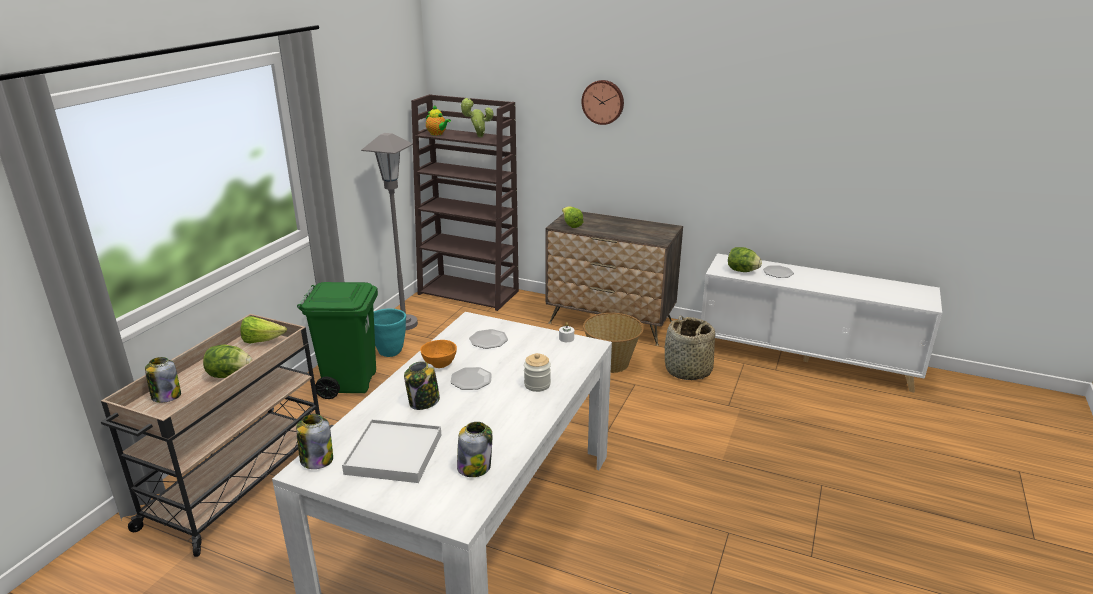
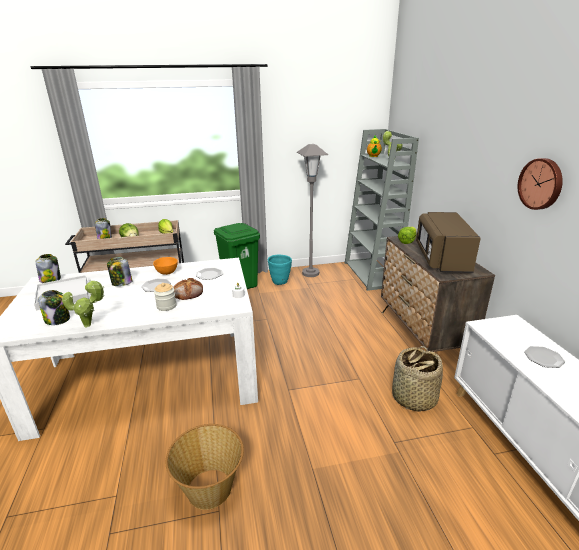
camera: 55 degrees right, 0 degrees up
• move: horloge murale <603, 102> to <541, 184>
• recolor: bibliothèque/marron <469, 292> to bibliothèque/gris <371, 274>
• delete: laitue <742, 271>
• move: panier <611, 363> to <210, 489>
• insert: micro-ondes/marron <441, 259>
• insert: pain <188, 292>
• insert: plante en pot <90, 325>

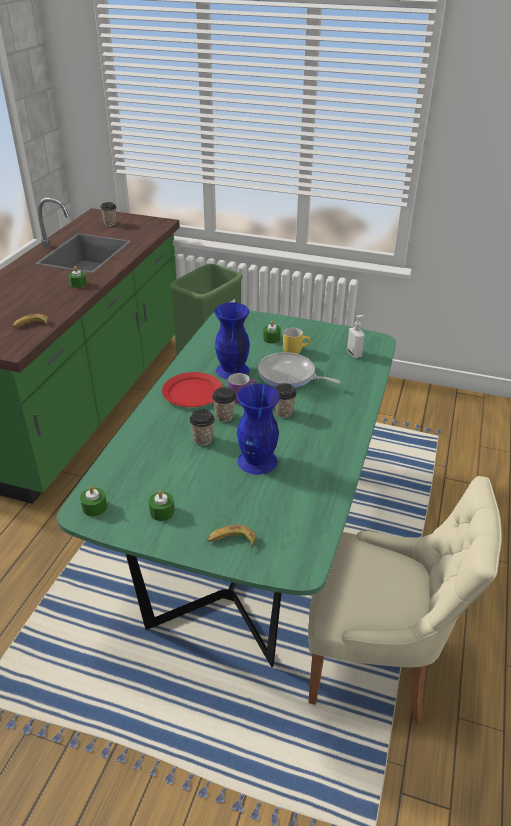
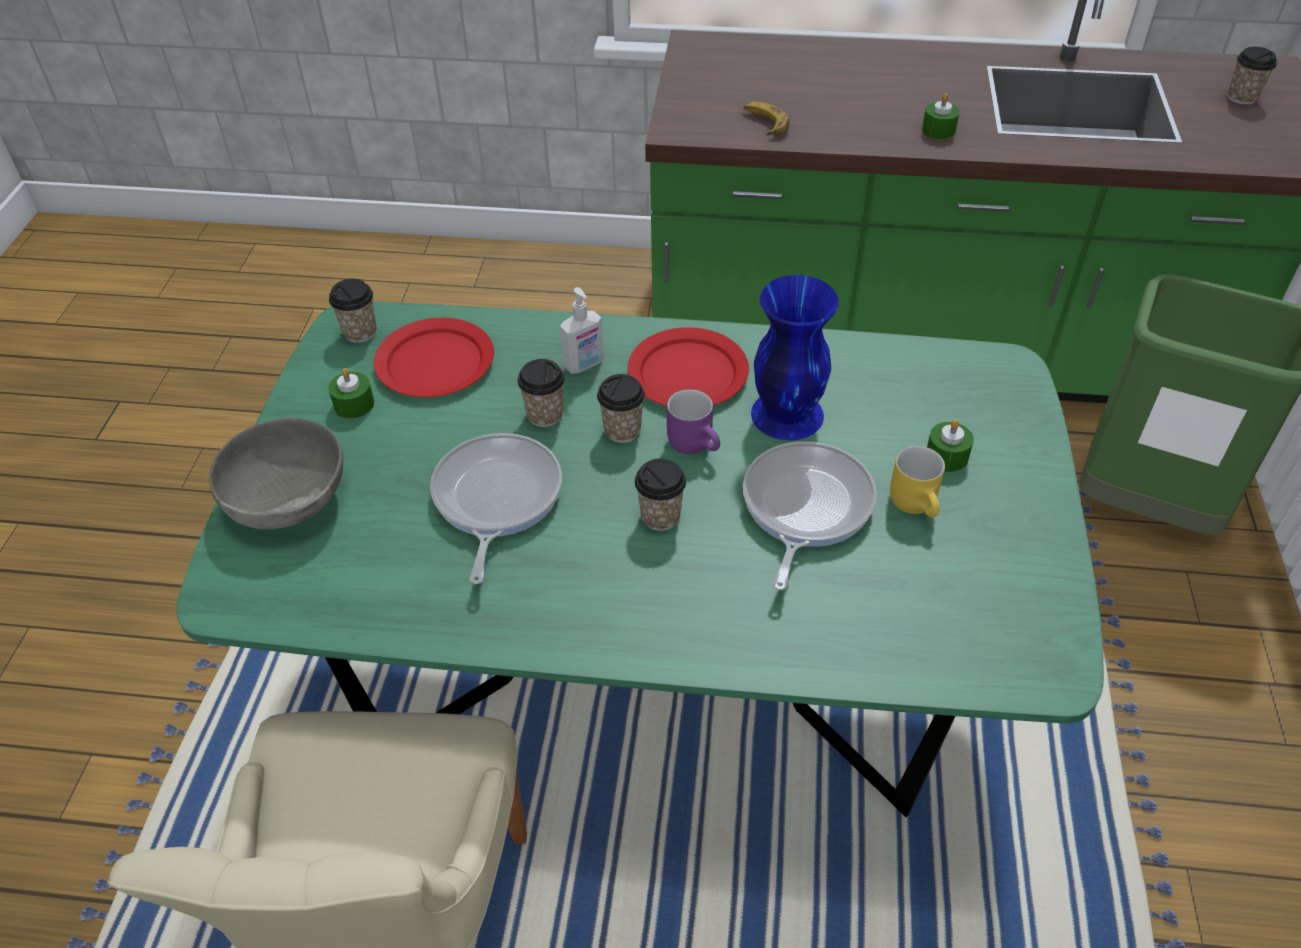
camera: 80 degrees right, 10 degrees up
• move: distributeur de savon <354, 354> to <584, 365>
• replace: vase/bleu <257, 461> to poêle <495, 499>
• replace: bougie/vert <94, 507> to tasse <360, 332>
• replace: banane <231, 541> to bol/gris <289, 498>
• insert: assiette/rouge <435, 363>

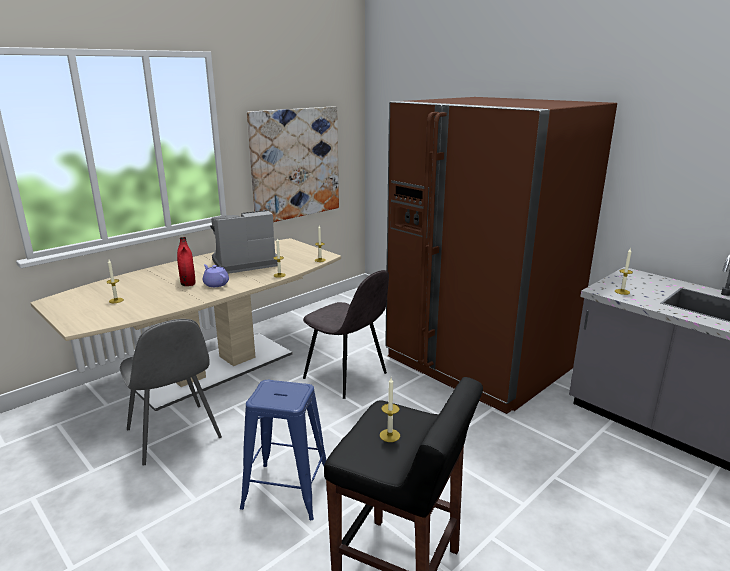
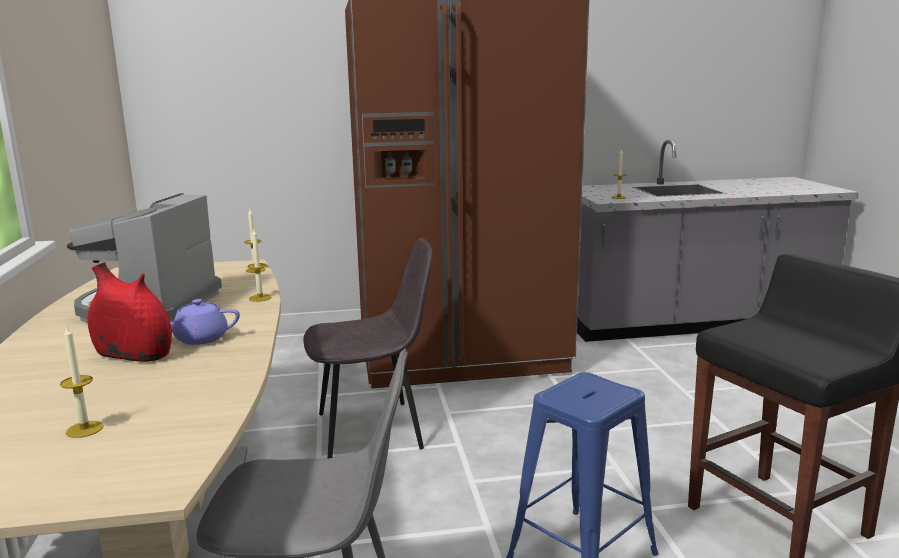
camera: 55 degrees left, 5 degrees down
• delete: tableau <295, 164>
• delete: bougie <389, 435>

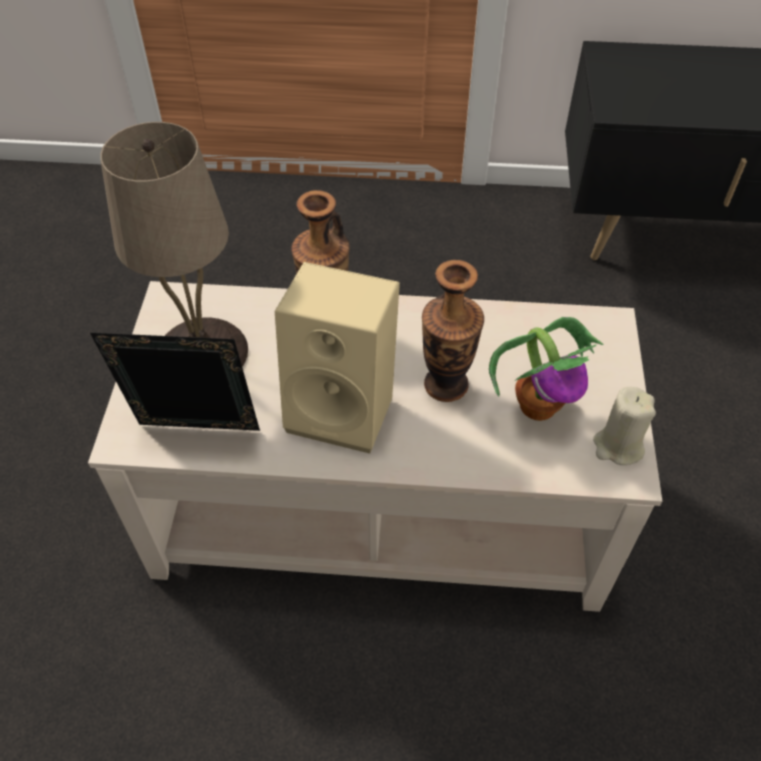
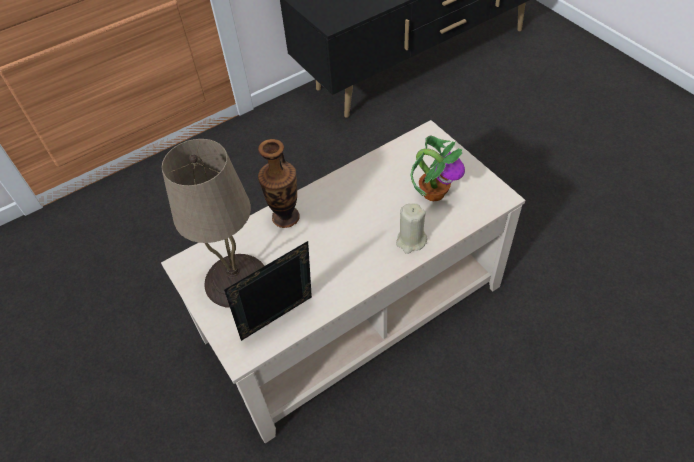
camera: 35 degrees left, 0 degrees up
• delete: vase <446, 385>
• delete: enceinte/beige <345, 408>
• move: bougie/beige <617, 446> to <411, 241>

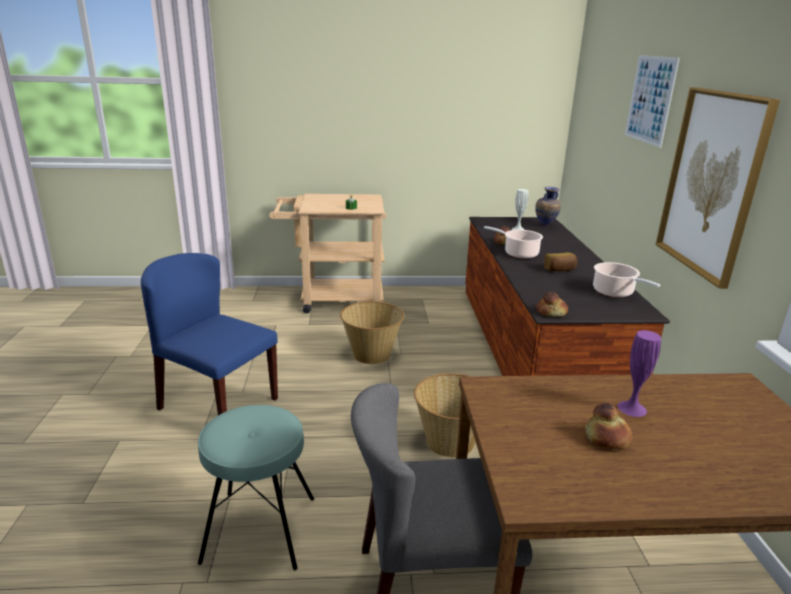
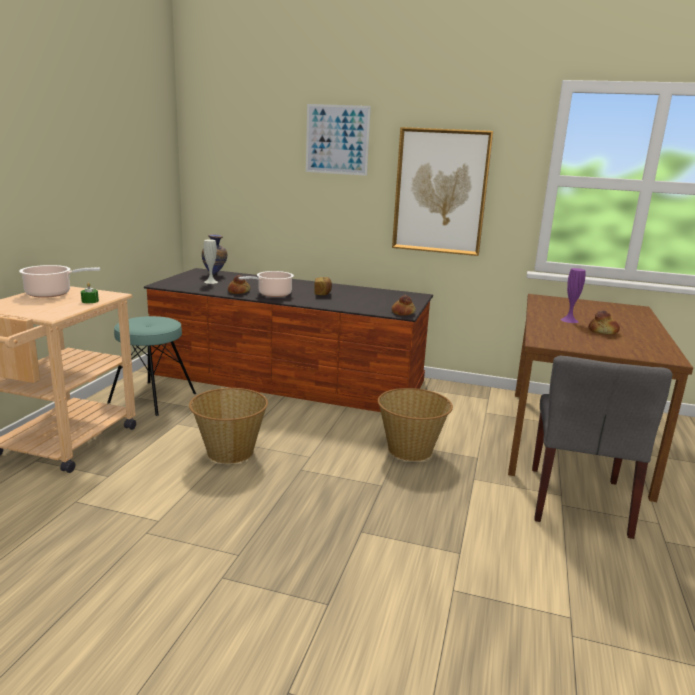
camera: 70 degrees left, 5 degrees down
• delete: chaise/bleu <217, 403>
• move: marmite <615, 292> to <51, 294>
• move: tabouret/turquoise <260, 529> to <152, 398>

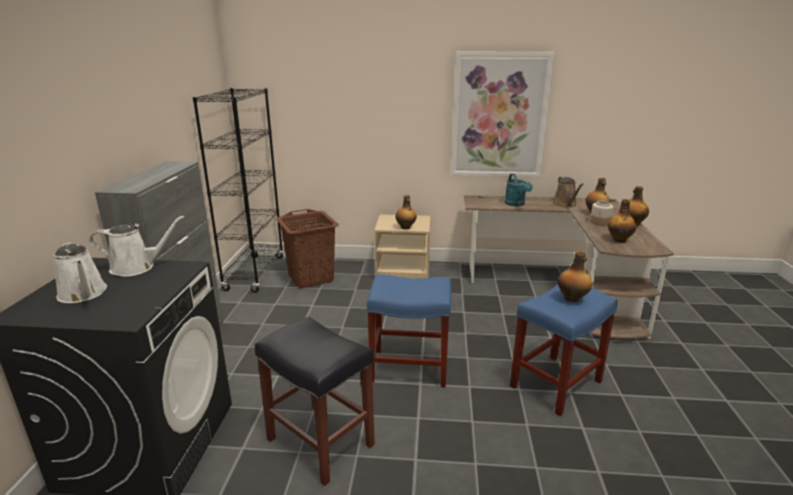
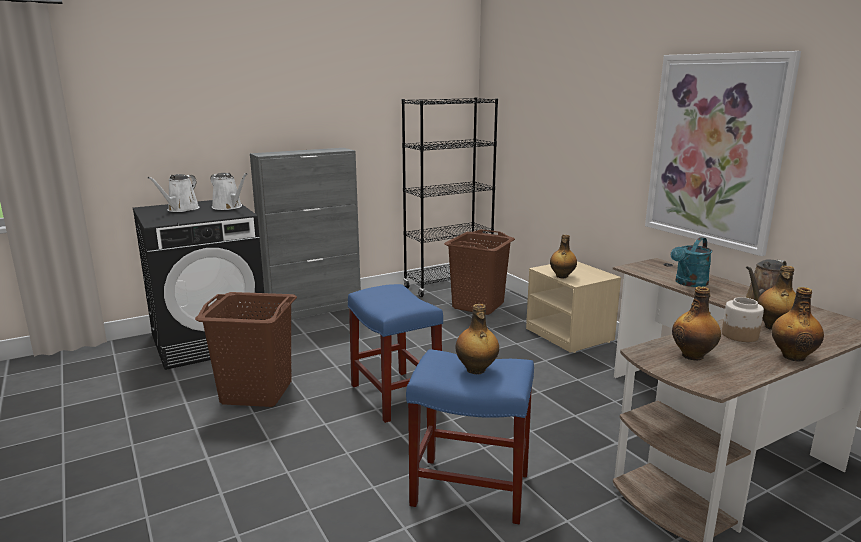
camera: 55 degrees right, 5 degrees down
• replace: tabouret/noir <319, 442> to panier à linge/marron <256, 392>

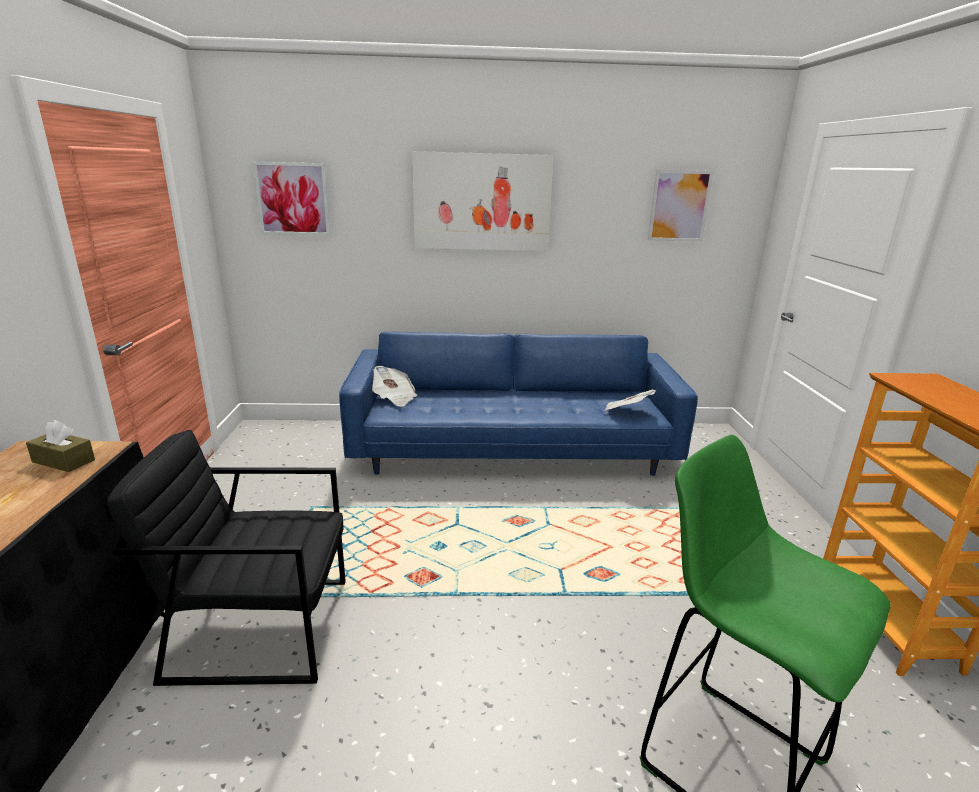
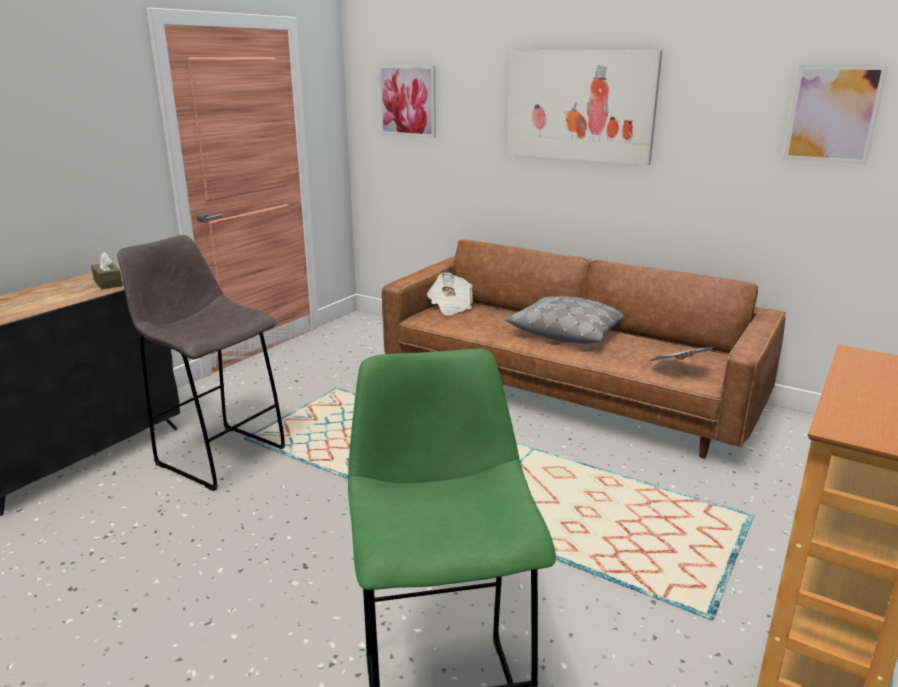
camera: 35 degrees right, 0 degrees up
• recolor: canapé/bleu <512, 449> to canapé/marron <566, 390>
• replace: fauteuil/noir <260, 627> to tabouret/gris <218, 455>
• insert: coussin/gris <569, 331>

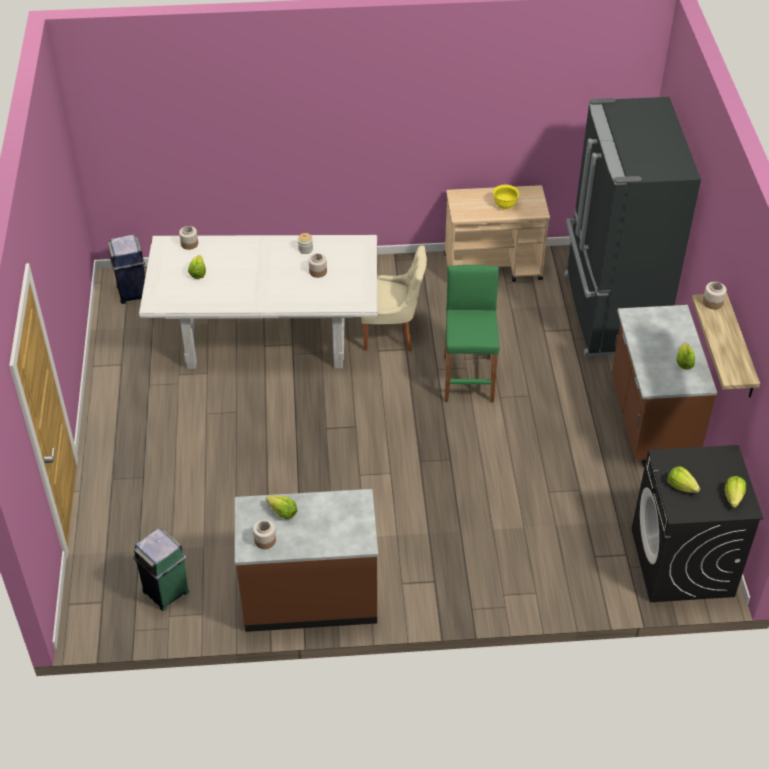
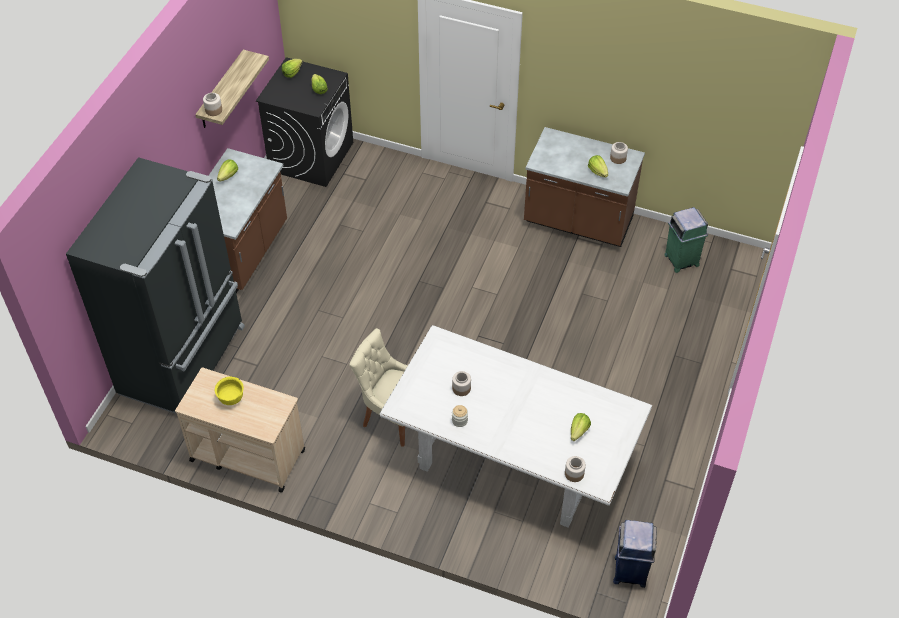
camera: 155 degrees left, 5 degrees up
• delete: tabouret/vert <468, 379>

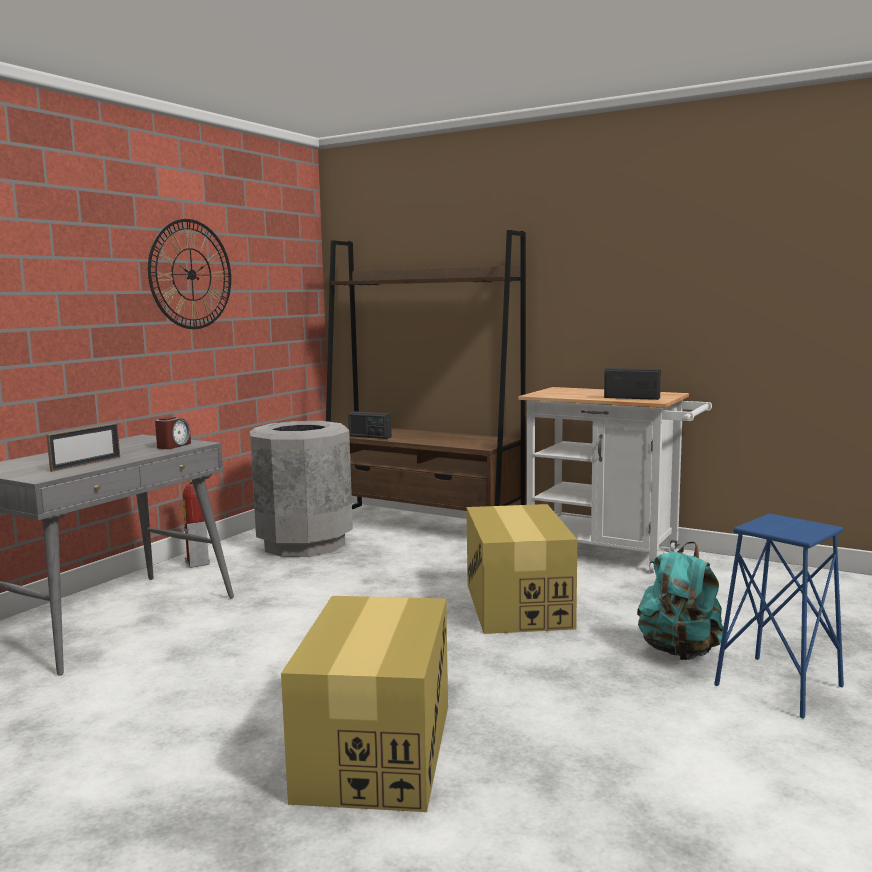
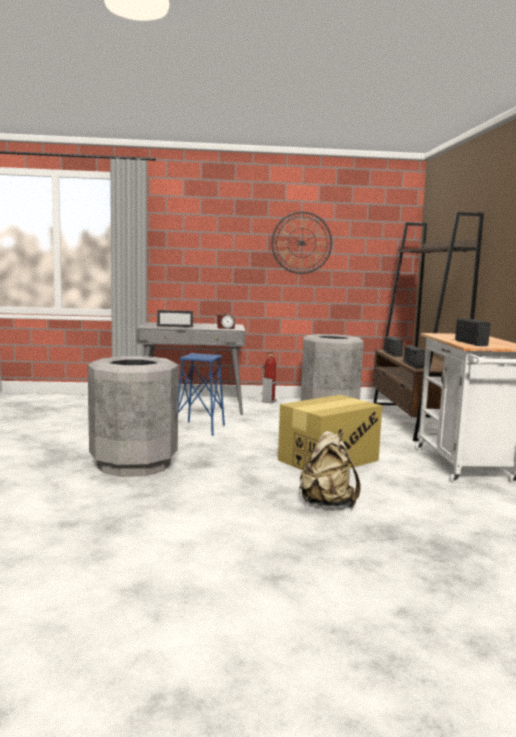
camera: 55 degrees right, 0 degrees up
• move: tabouret/bleu <778, 686> to <199, 428>
• recolor: sac à dos/turquoise <680, 652> to sac à dos/beige <327, 504>
• replace: carton <376, 750> to poubelle/gris <134, 464>
• insert: radio <413, 365>

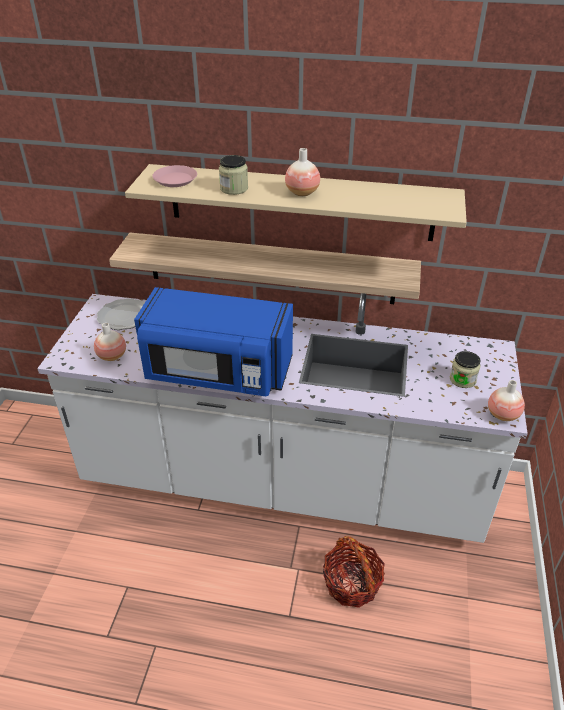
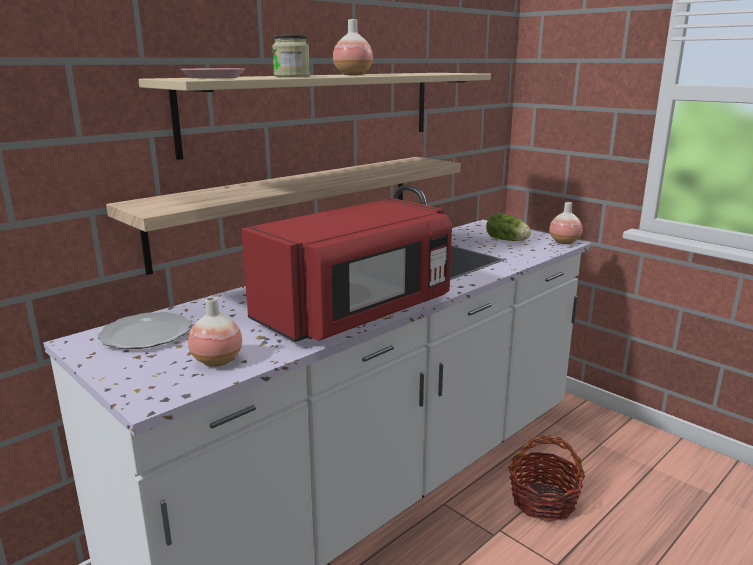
camera: 55 degrees left, 20 degrees down
• recolor: micro-ondes/bleu <217, 372> to micro-ondes/rouge <356, 313>
• replace: bocal <462, 379> to laitue <508, 240>

